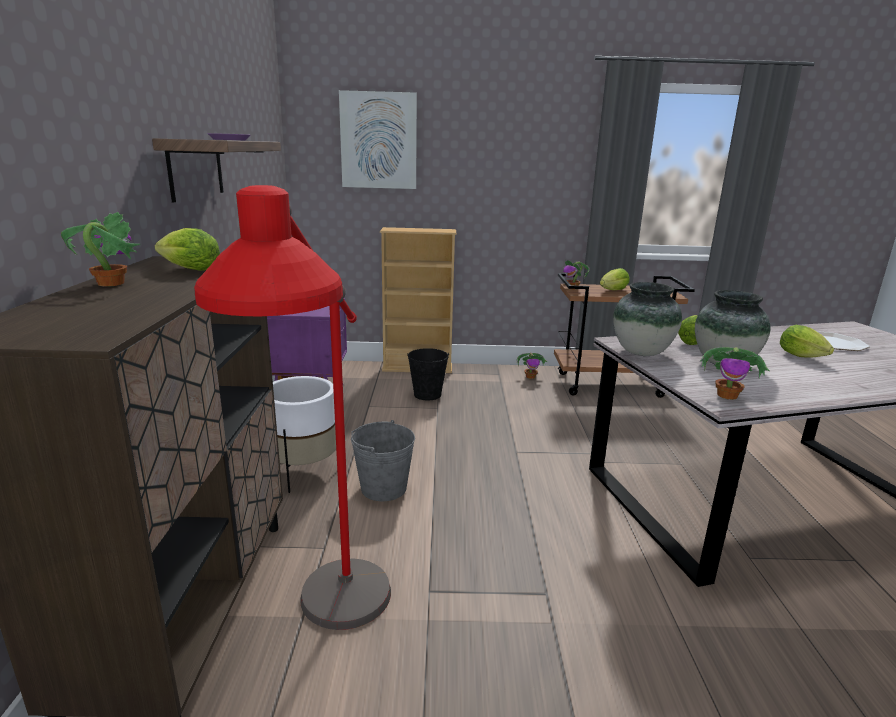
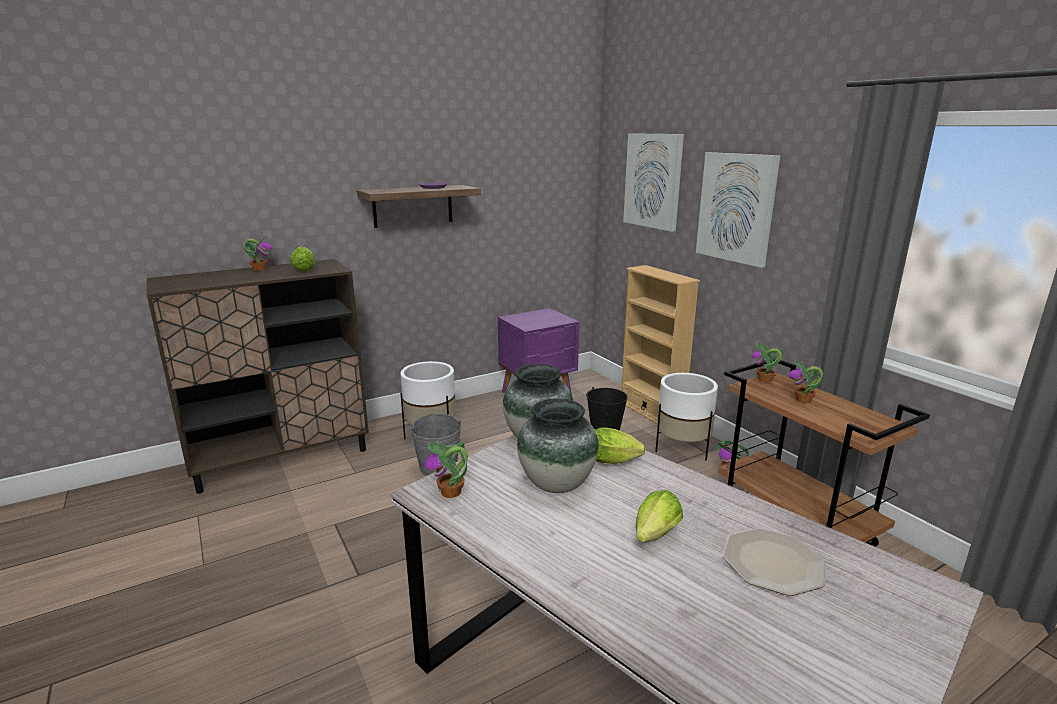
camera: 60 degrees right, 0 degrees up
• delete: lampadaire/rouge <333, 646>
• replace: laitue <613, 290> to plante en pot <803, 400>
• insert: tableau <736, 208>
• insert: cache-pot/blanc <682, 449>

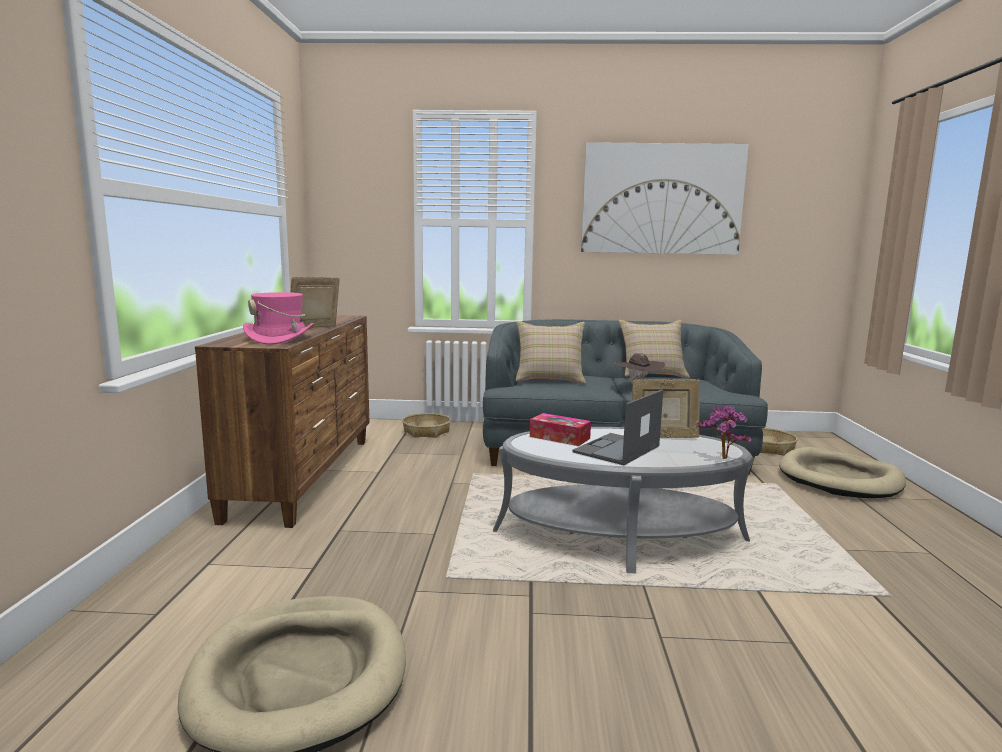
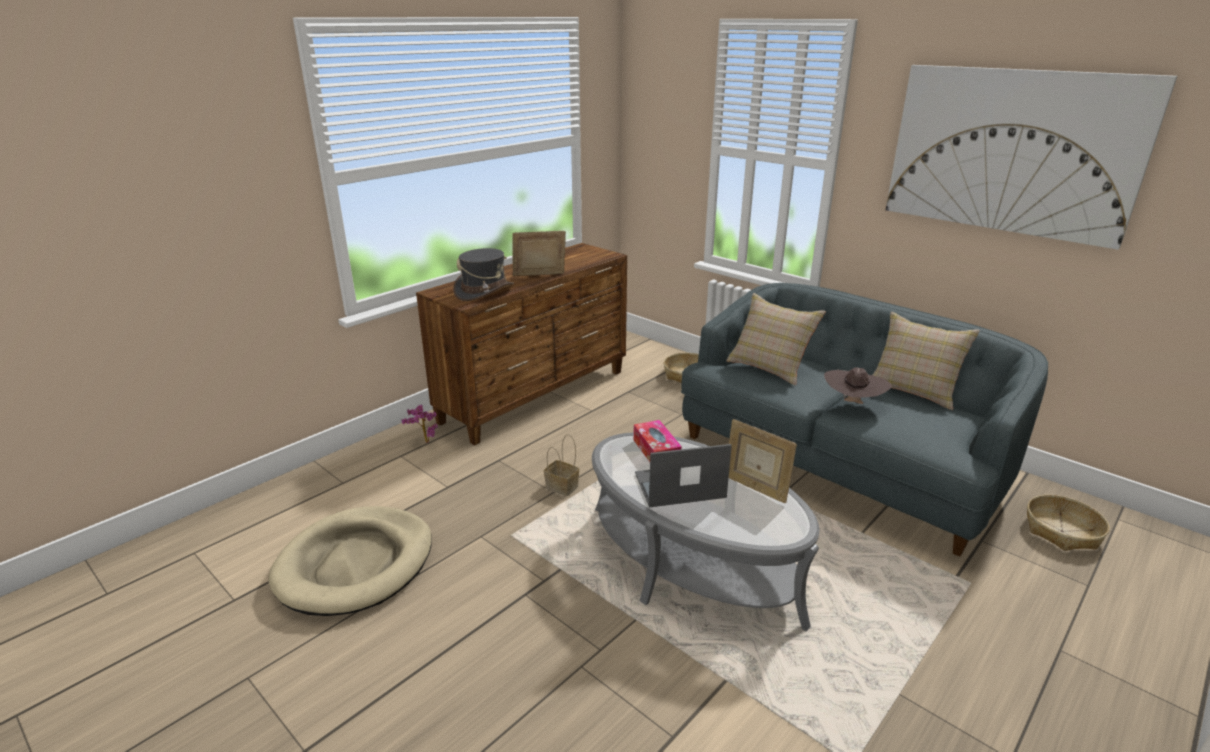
camera: 40 degrees right, 15 degrees up
• recolor: chapeau/rose <280, 338> to chapeau/gris <484, 291>
• move: plante en pot <722, 459> to <424, 442>
• delete: panier pour chien/beige <839, 479>
• insert: panier <563, 486>

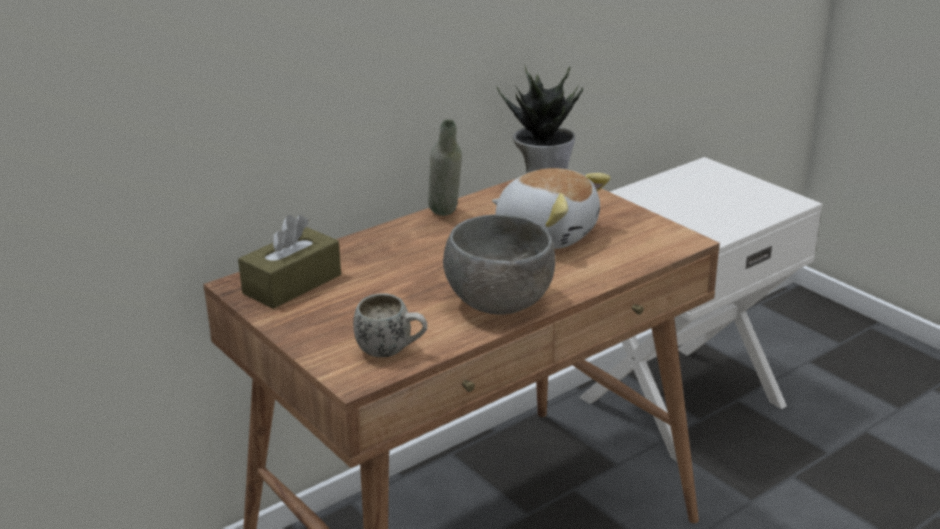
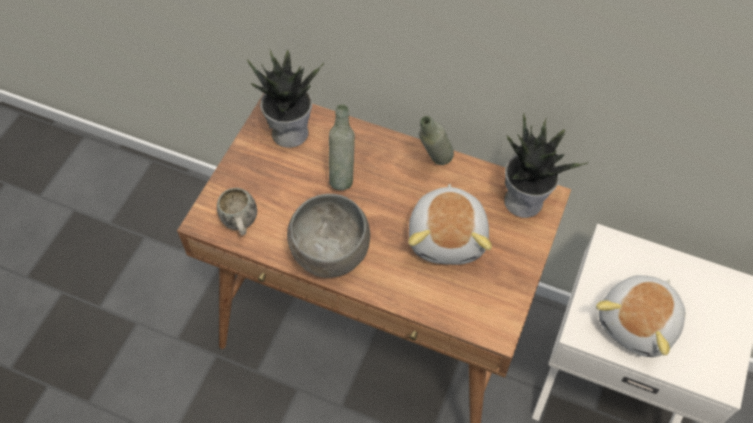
camera: 60 degrees right, 30 degrees up
• replace: boîte à mouchoirs/marron <292, 284> to plante en pot <290, 131>
• insert: bouteille/gris <342, 176>
• insert: peluche <639, 323>

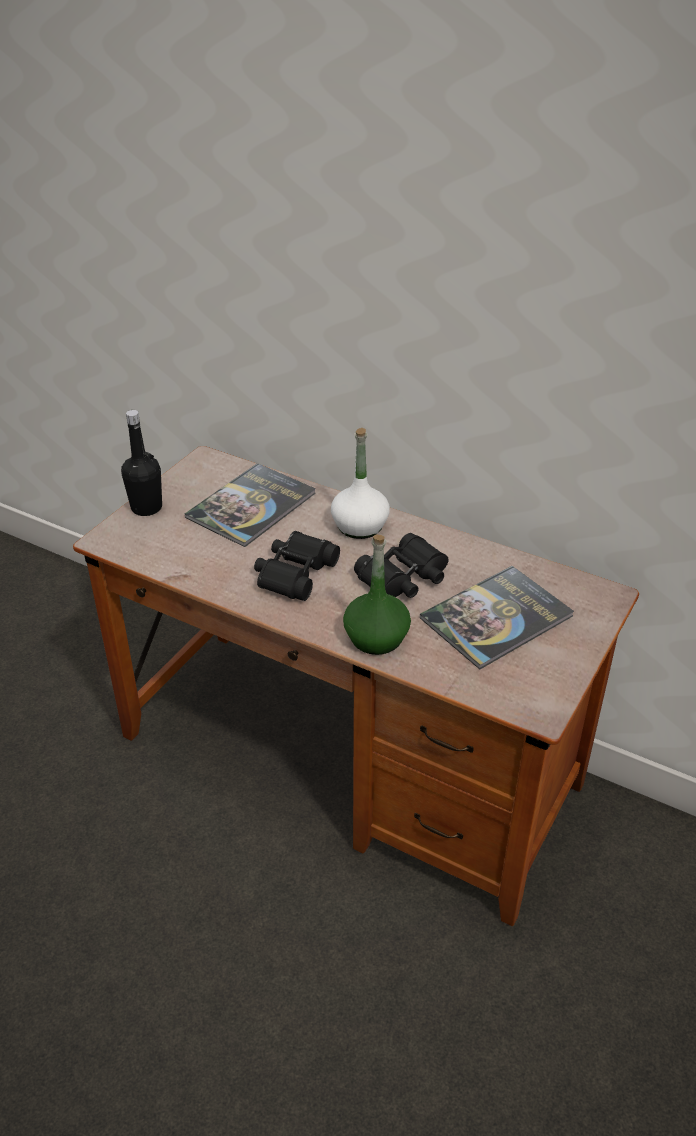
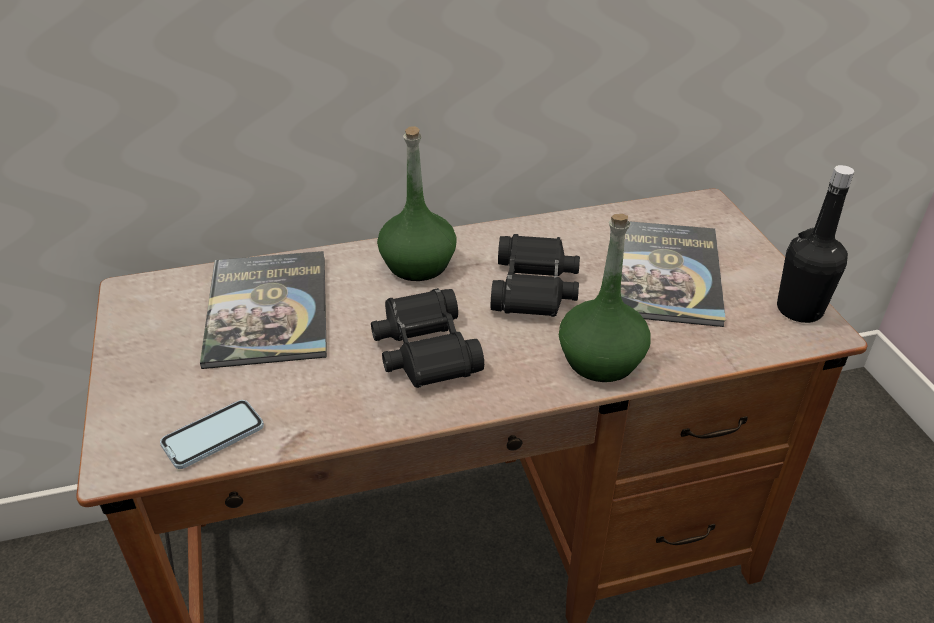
camera: 45 degrees left, 0 degrees up
• move: bouteille/noir <146, 508> to <799, 309>
• recolor: bouteille/blanc <360, 526> to bouteille/vert <418, 264>
• insert: téléphone <213, 436>

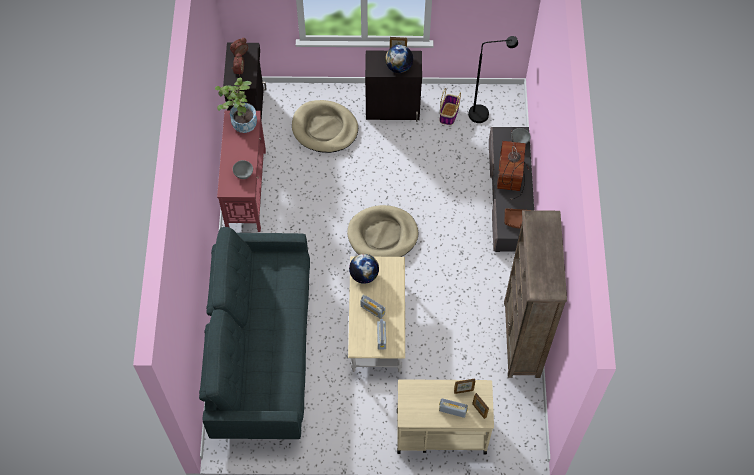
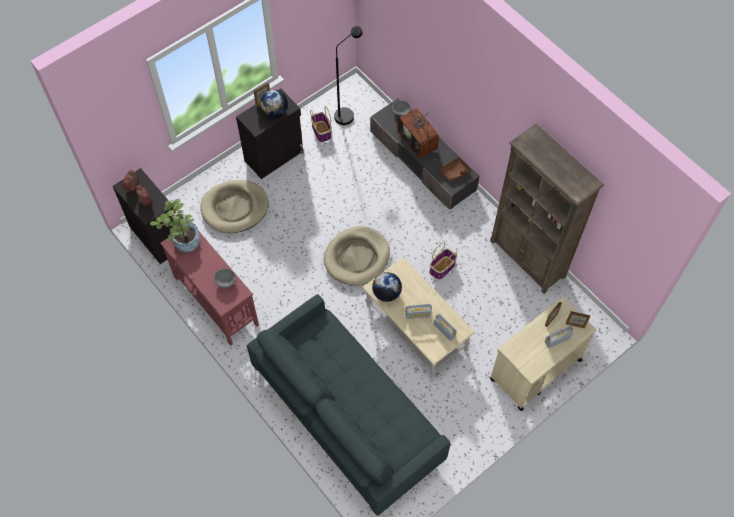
camera: 40 degrees left, 0 degrees up
• insert: panier <442, 268>

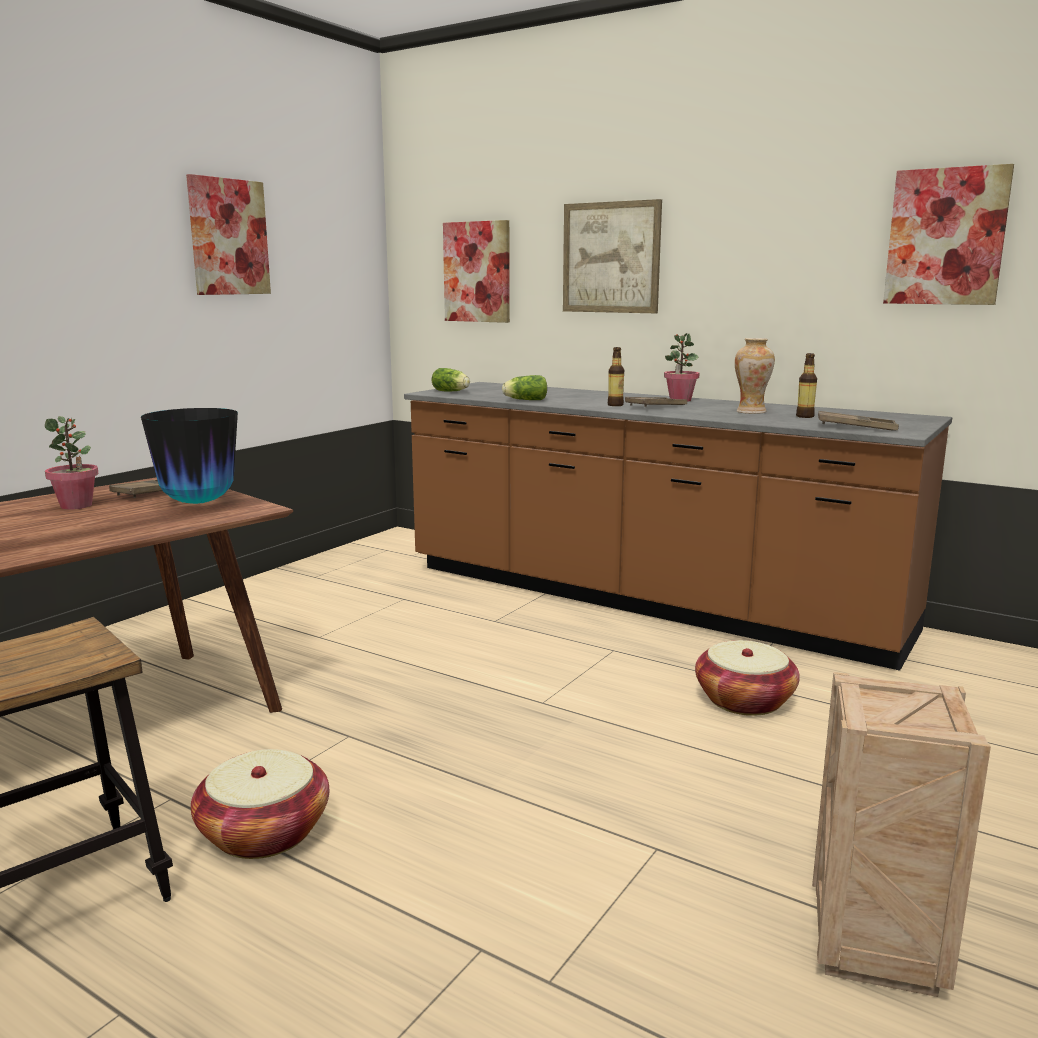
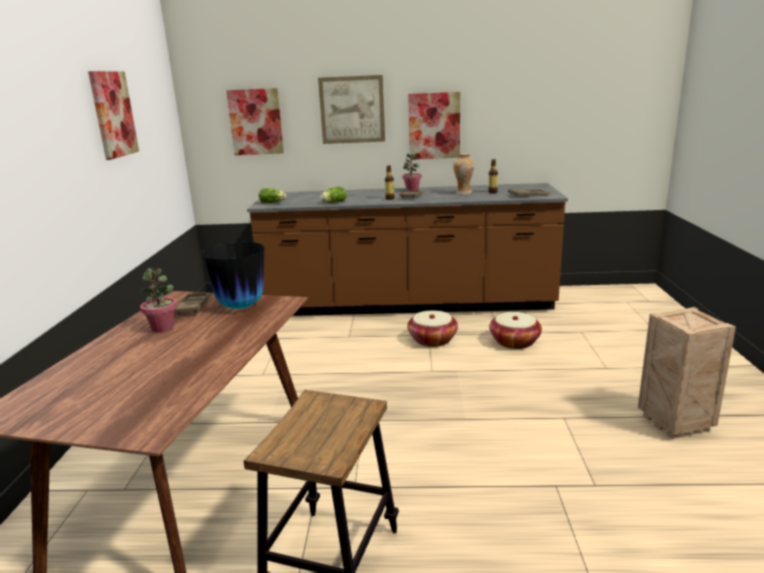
camera: 30 degrees left, 5 degrees up
• move: tableau <946, 237> to <434, 126>
• move: panier <264, 833> to <432, 340>

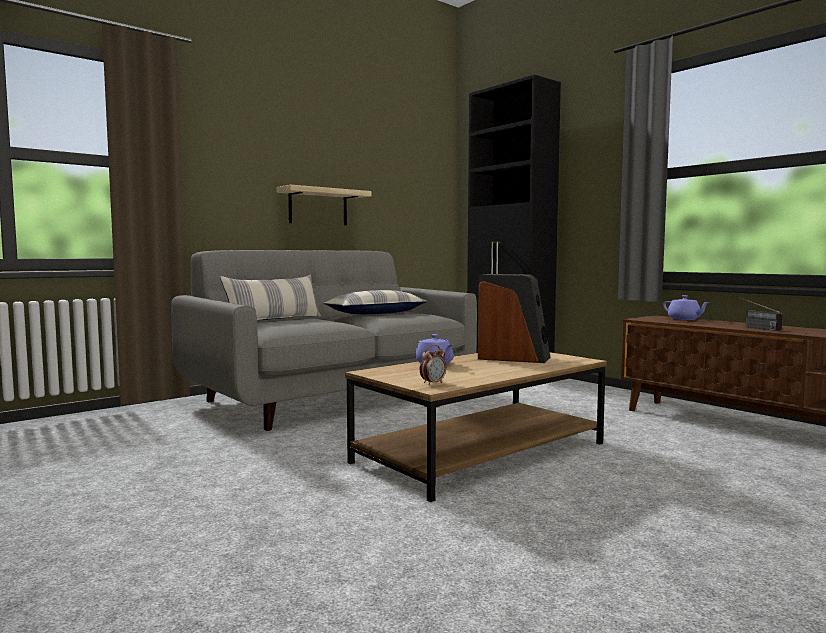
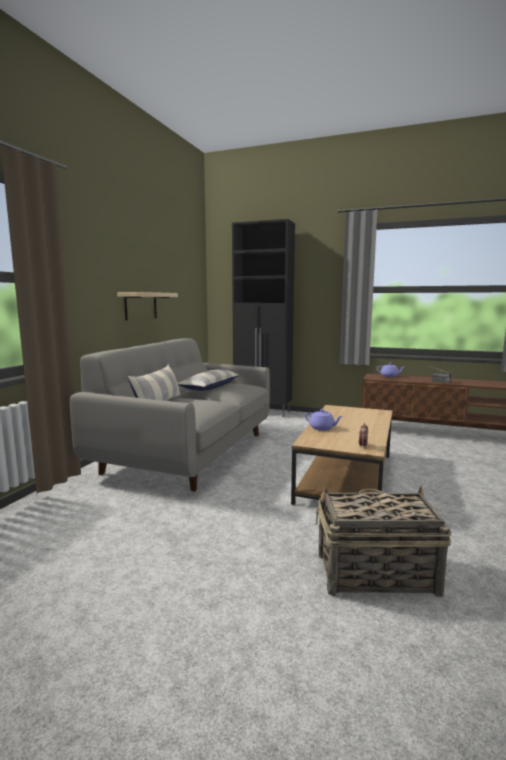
camera: 30 degrees left, 5 degrees up
• delete: enceinte <513, 358>
• insert: panier <374, 573>

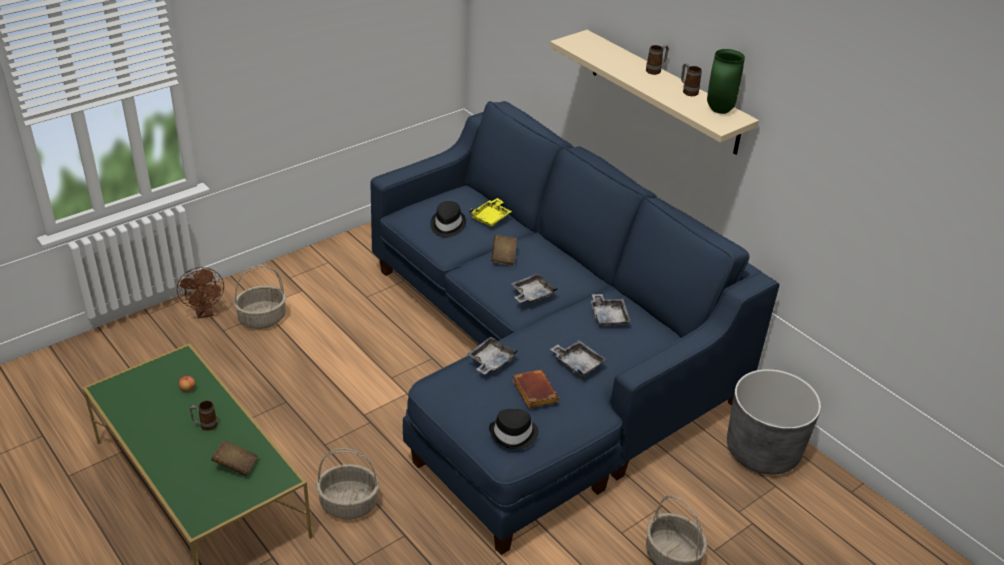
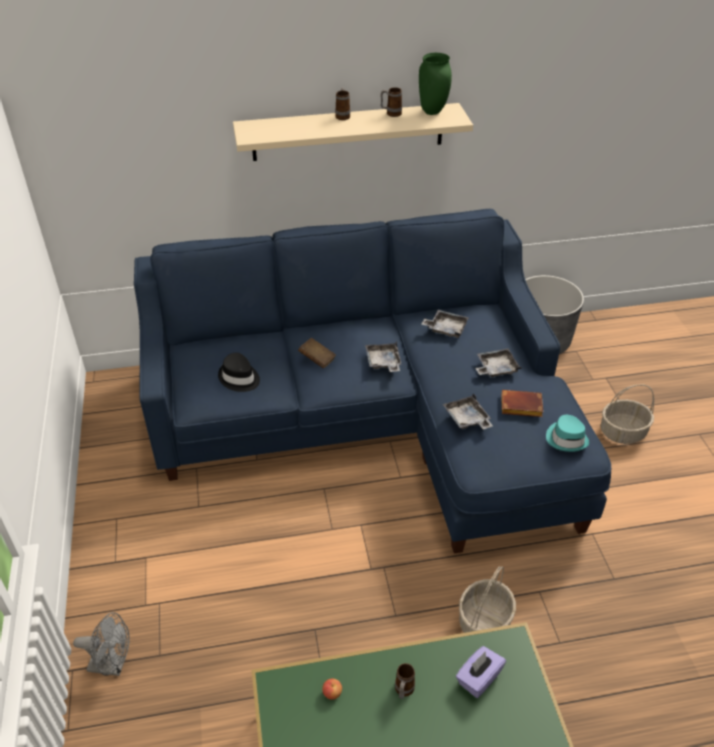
camera: 60 degrees left, 5 degrees up
• delete: plateau/jaune <491, 217>
• delete: panier <262, 318>
• recolor: ventilateur/marron <204, 312> to ventilateur/gris <113, 665>
• recolor: chapeau/noir <514, 434> to chapeau/turquoise <566, 439>
• replace: livre/marron <235, 465> to boîte à mouchoirs/violet <478, 678>

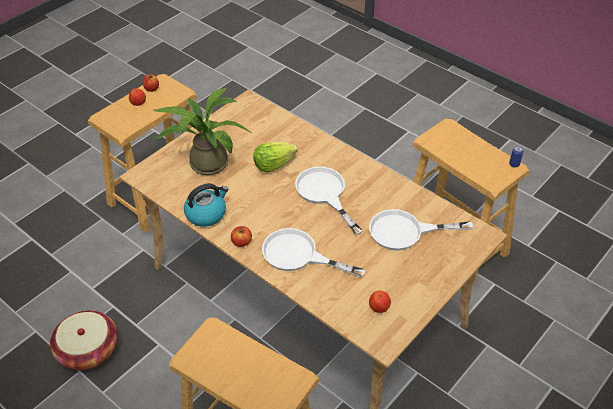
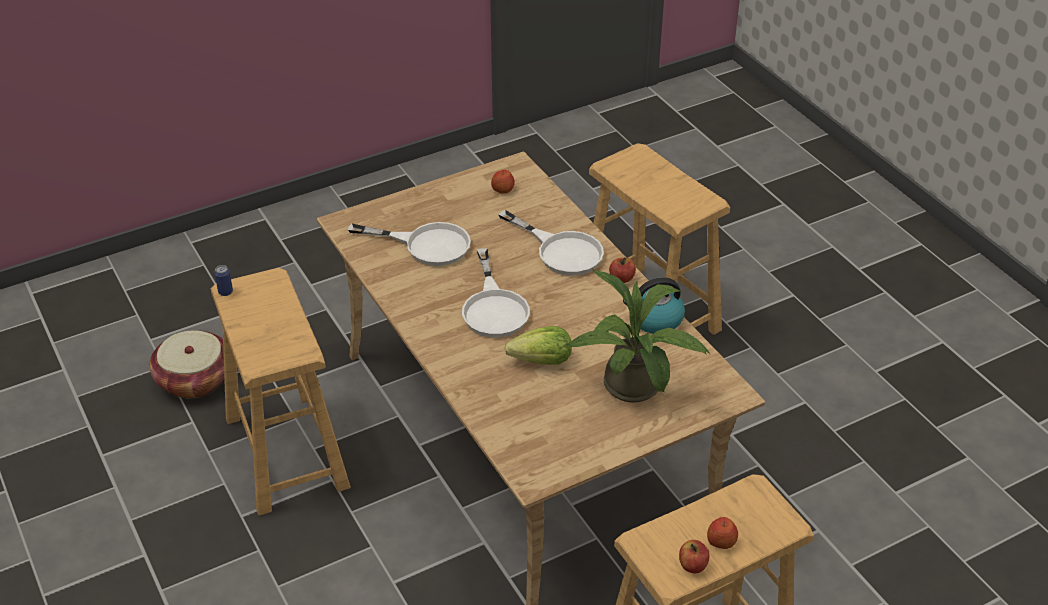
camera: 160 degrees left, 5 degrees down
• move: panier <88, 350> to <195, 379>

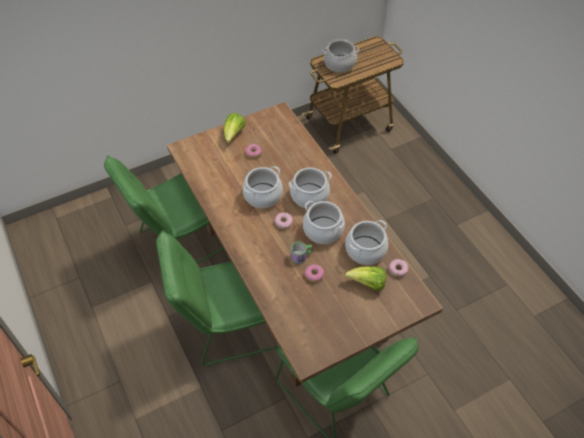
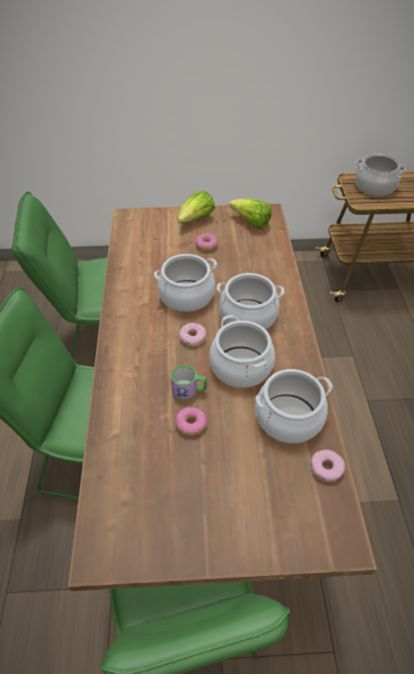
camera: 25 degrees right, 5 degrees down
• move: laitue <367, 284> to <251, 223>

